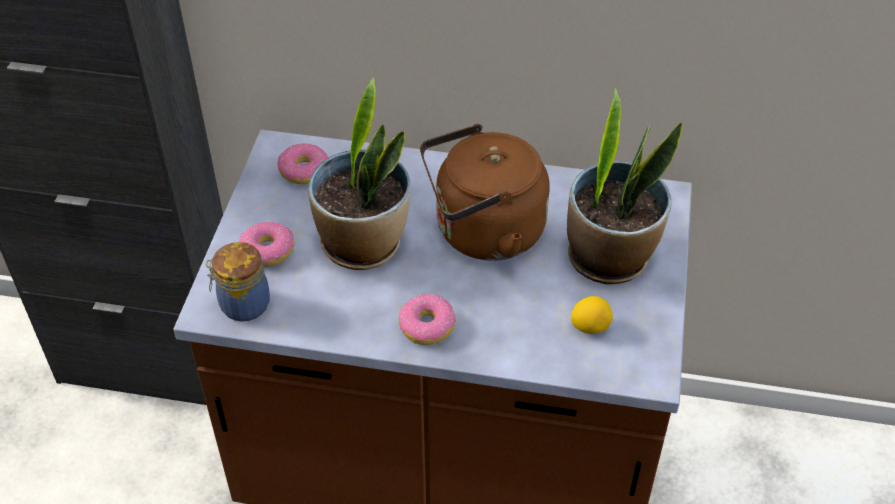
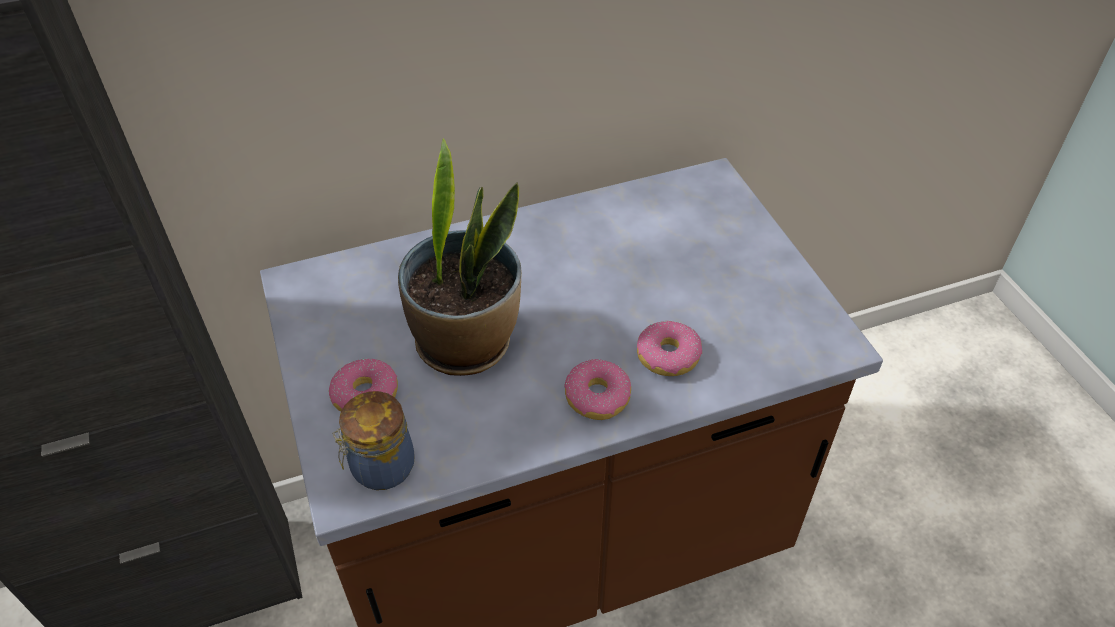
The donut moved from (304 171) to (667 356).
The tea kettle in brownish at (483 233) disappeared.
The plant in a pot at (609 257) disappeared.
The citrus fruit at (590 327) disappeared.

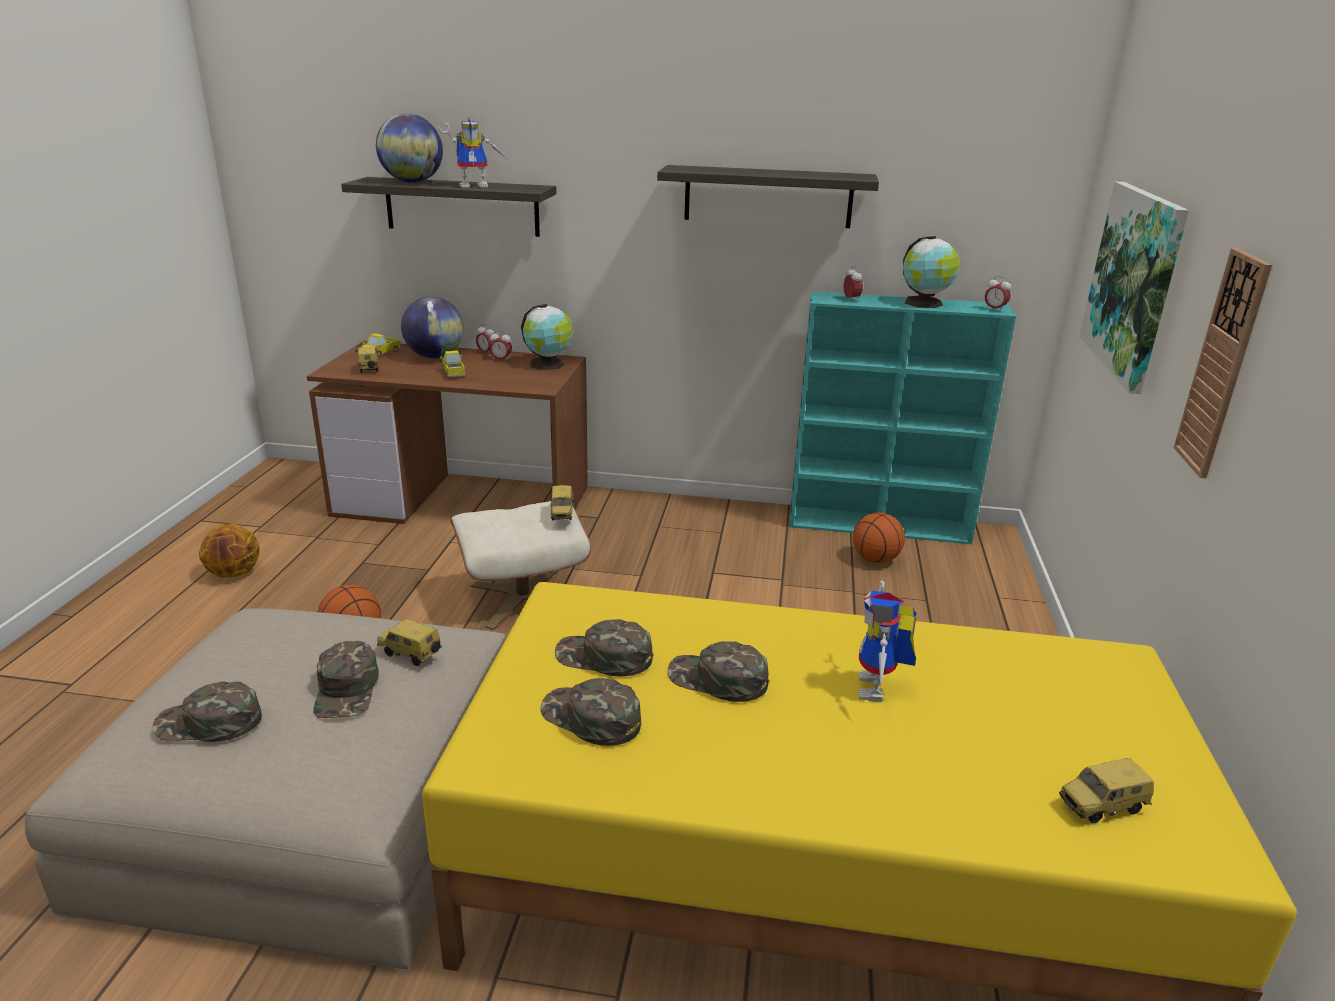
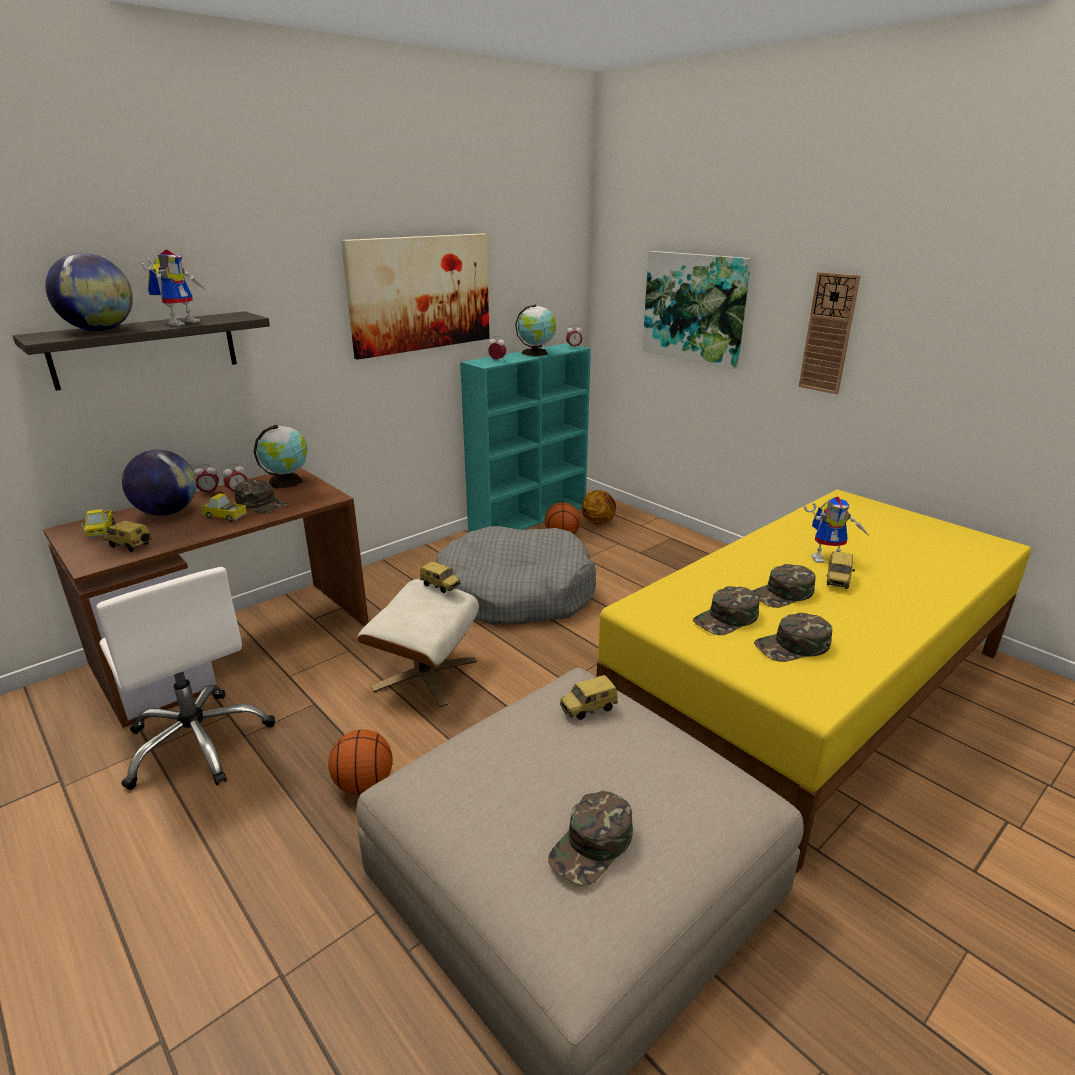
The office chair in whitish at (198 742) appeared.
The baseball cap in green-coloured moved from (347 690) to (262 504).
The shelf at (768 196) was replaced by the wall picture at (420 293).
The dog bed in greyish at (515 593) appeared.
The ball for basketball moved from (234 574) to (598 522).
The model robot at (879 690) turned 45 degrees counterclockwise.
The miniature car moved from (1102 808) to (838 581).

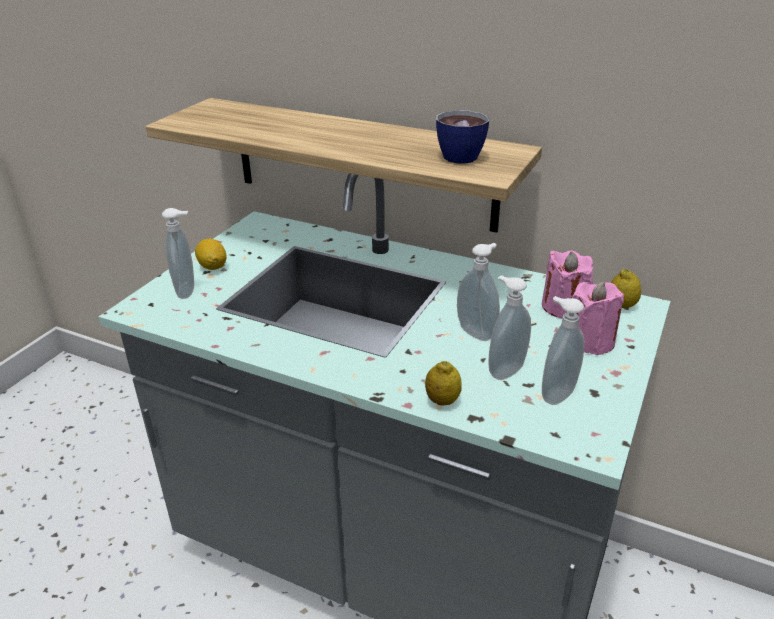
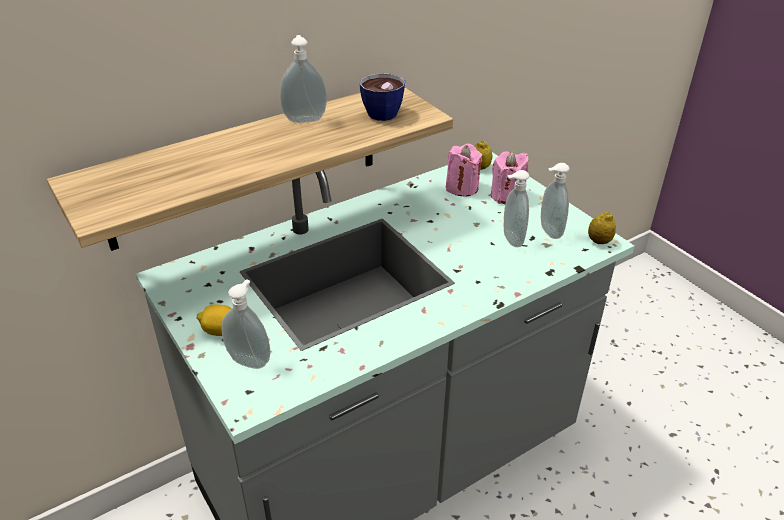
The soap bottle moved from (478 332) to (305 119).
The citrus fruit moved from (442 400) to (599 241).

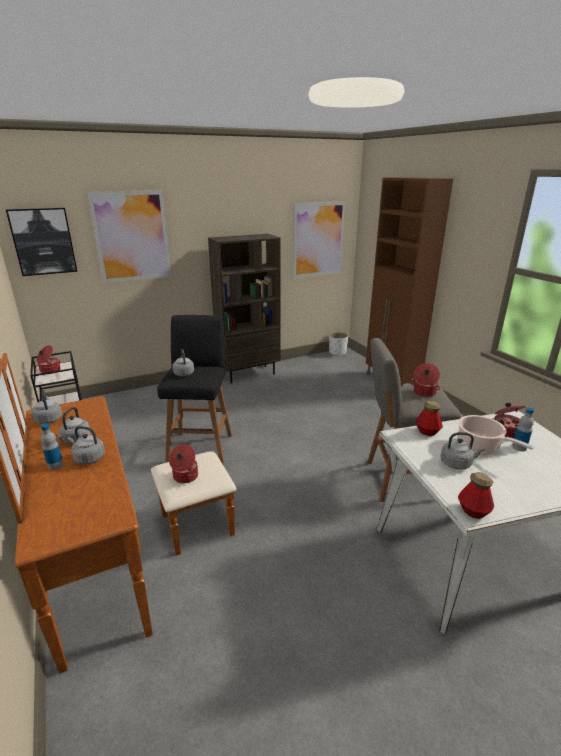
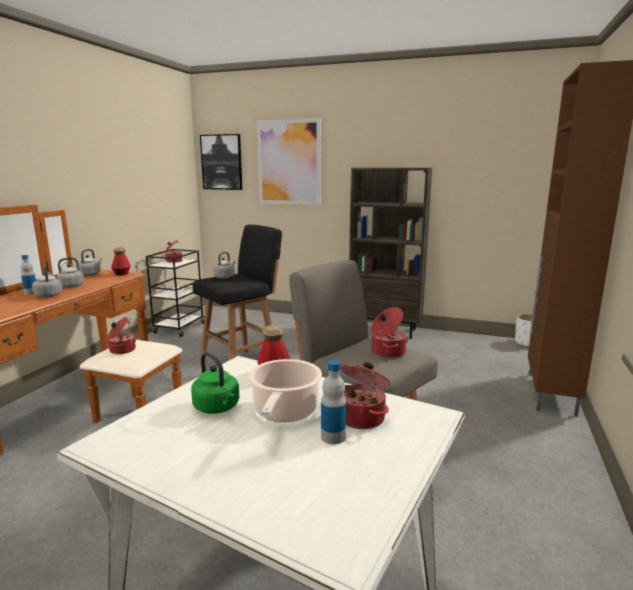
The beverage bottle moved from (473 511) to (121 274).
The tea kettle in greyish at (457 463) became the tea kettle in green-coloured at (218 408).
The wall picture at (318 239) disappeared.

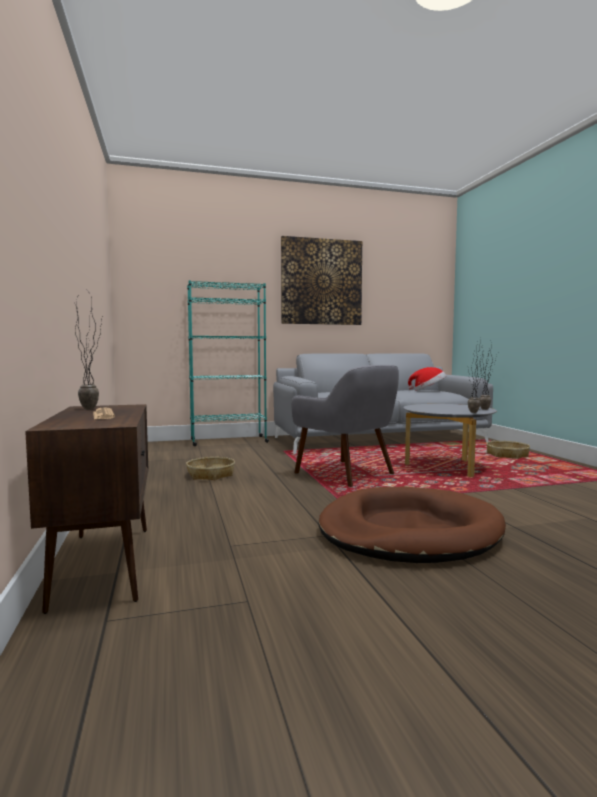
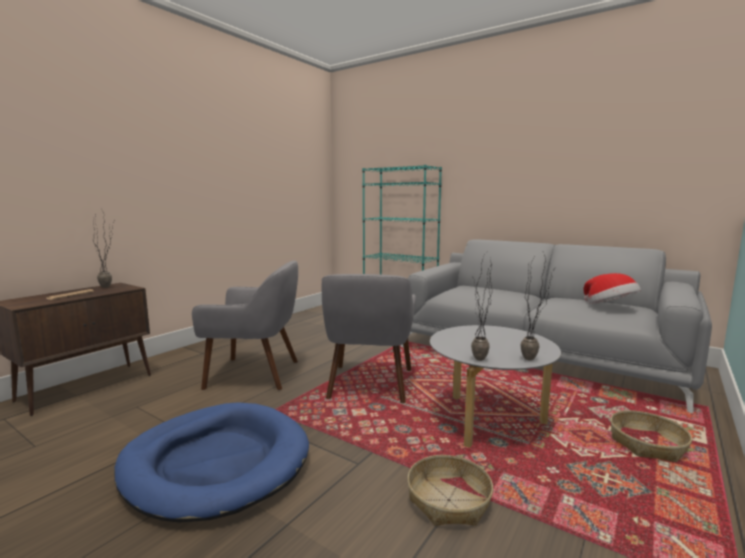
The dog bed in brownish at (408 532) became the dog bed in blue-coloured at (216 463).
The easy chair in greyish at (255 374) appeared.
The basket moved from (211 475) to (449 500).
The wall picture at (321 282) disappeared.

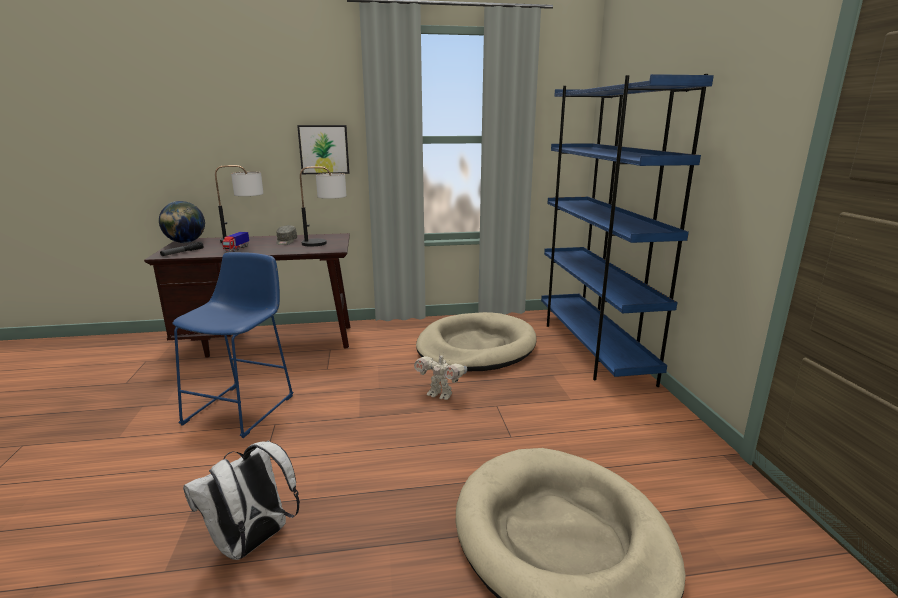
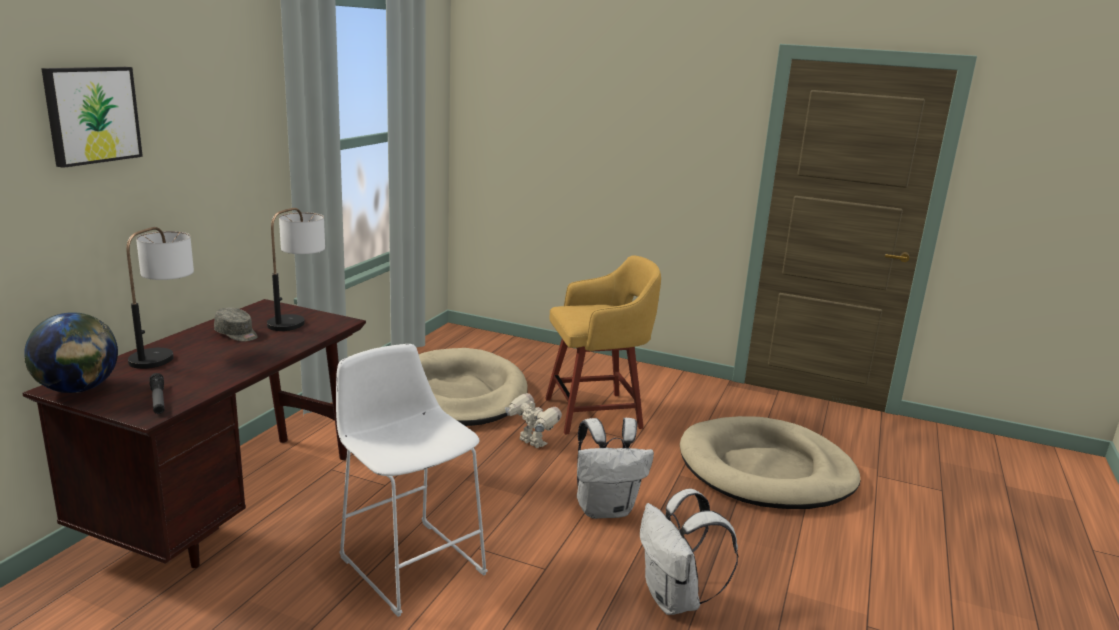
The wall picture moved from (324 149) to (91 115).
The sitting stool in blue-coloured at (244 407) became the sitting stool in whitish at (409 561).
The model robot at (440 394) turned 105 degrees counterclockwise.
The sitting stool in yellow at (596 413) appeared.
The rucksack in whitish at (606 509) appeared.
The toy truck at (236 249) disappeared.
The bookshelf in blue-coloured at (592 348) disappeared.

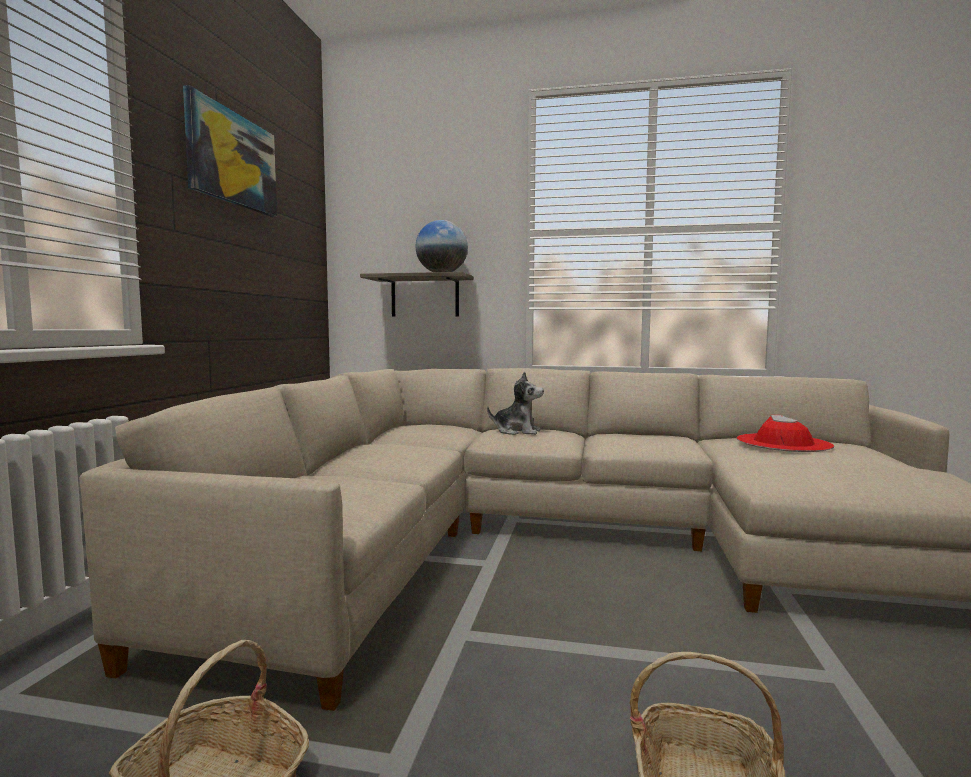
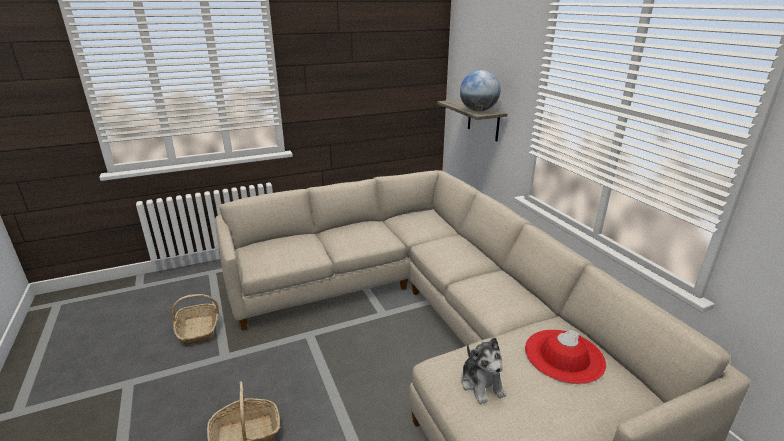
The soft toy moved from (517 431) to (481 384).
The wall picture at (232 159) disappeared.

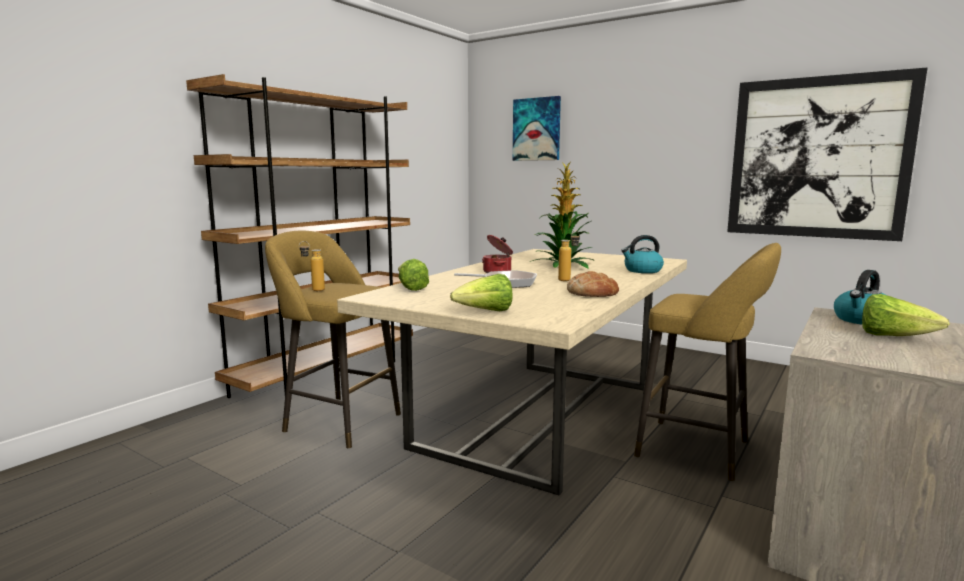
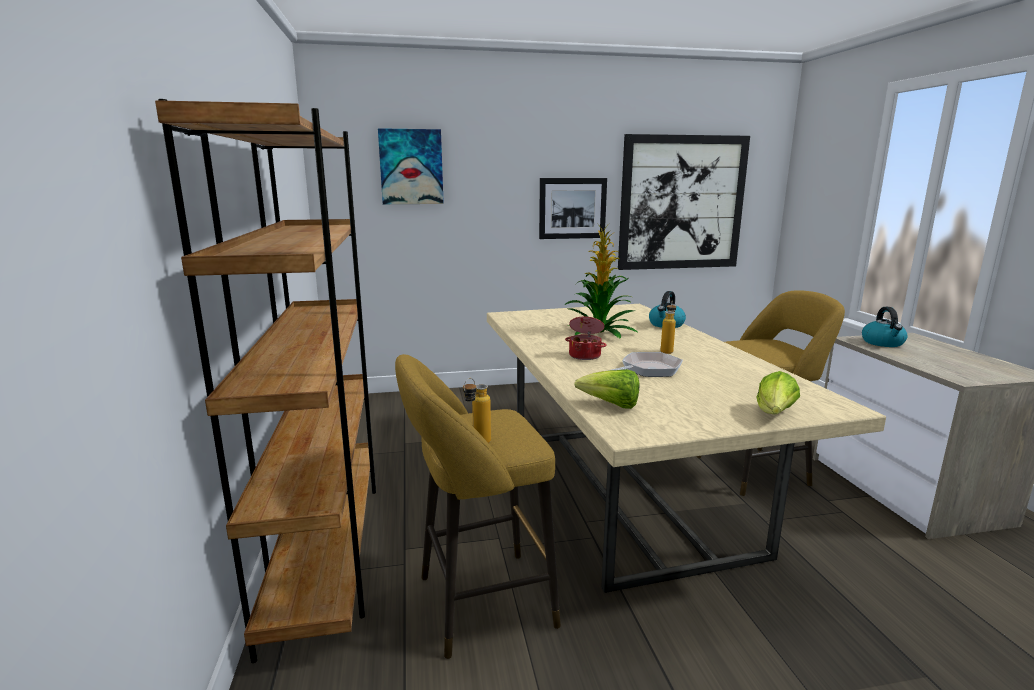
The wall picture at (572 208) appeared.
The baked bread at (592 293) disappeared.
The lettuce at (893 337) disappeared.

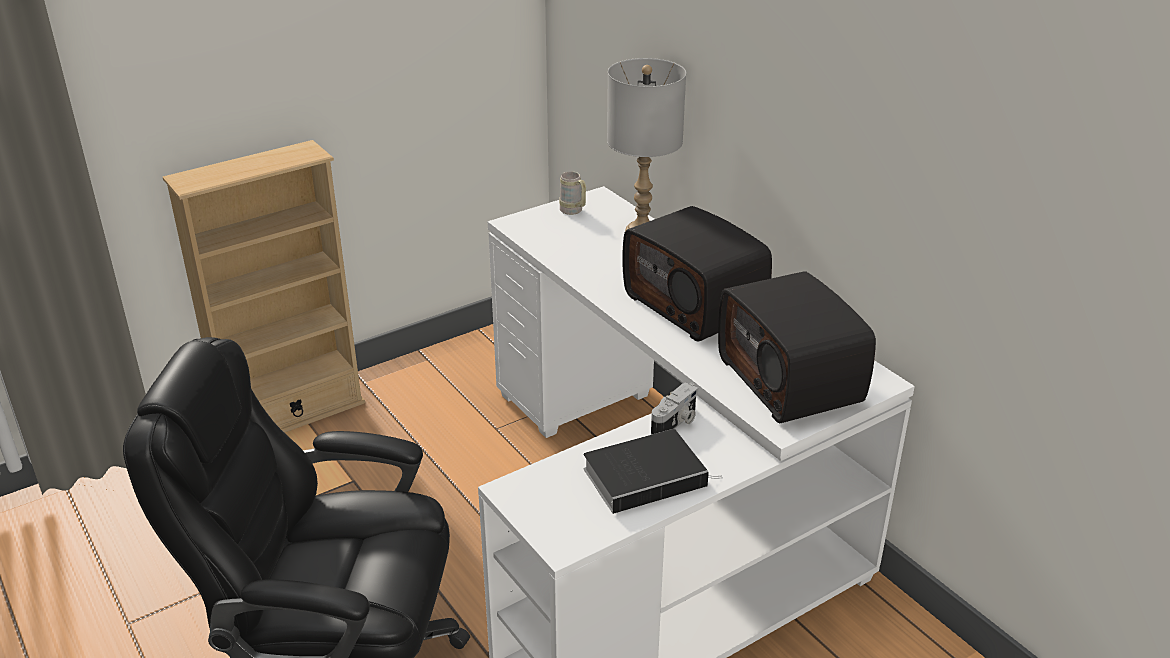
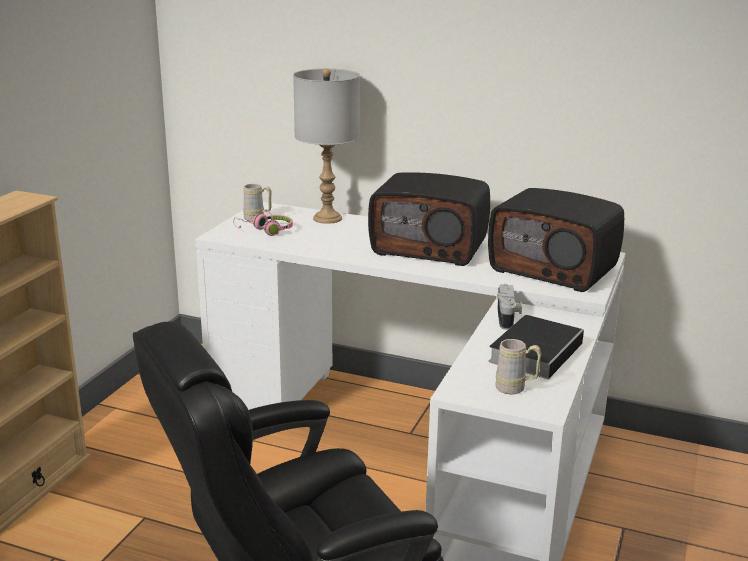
The headphones in pink at (266 231) appeared.
The tea mug in beige at (516 388) appeared.

